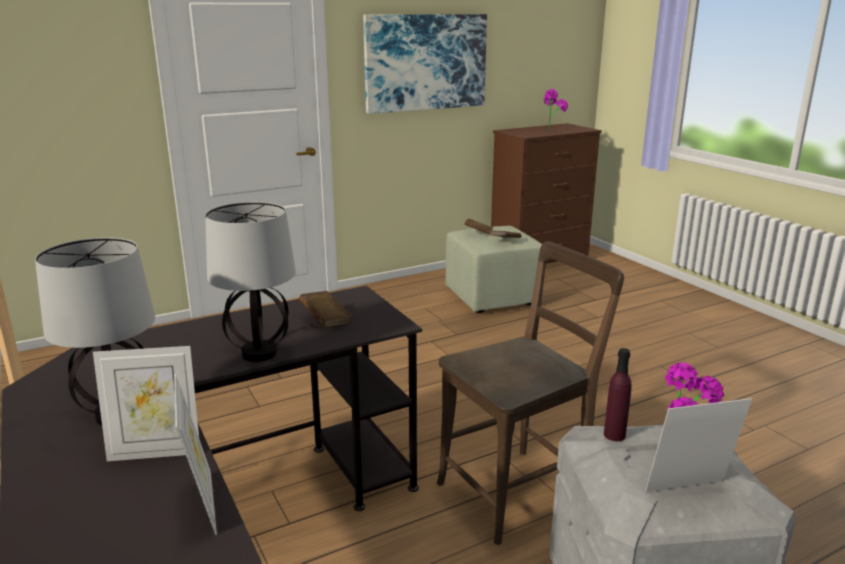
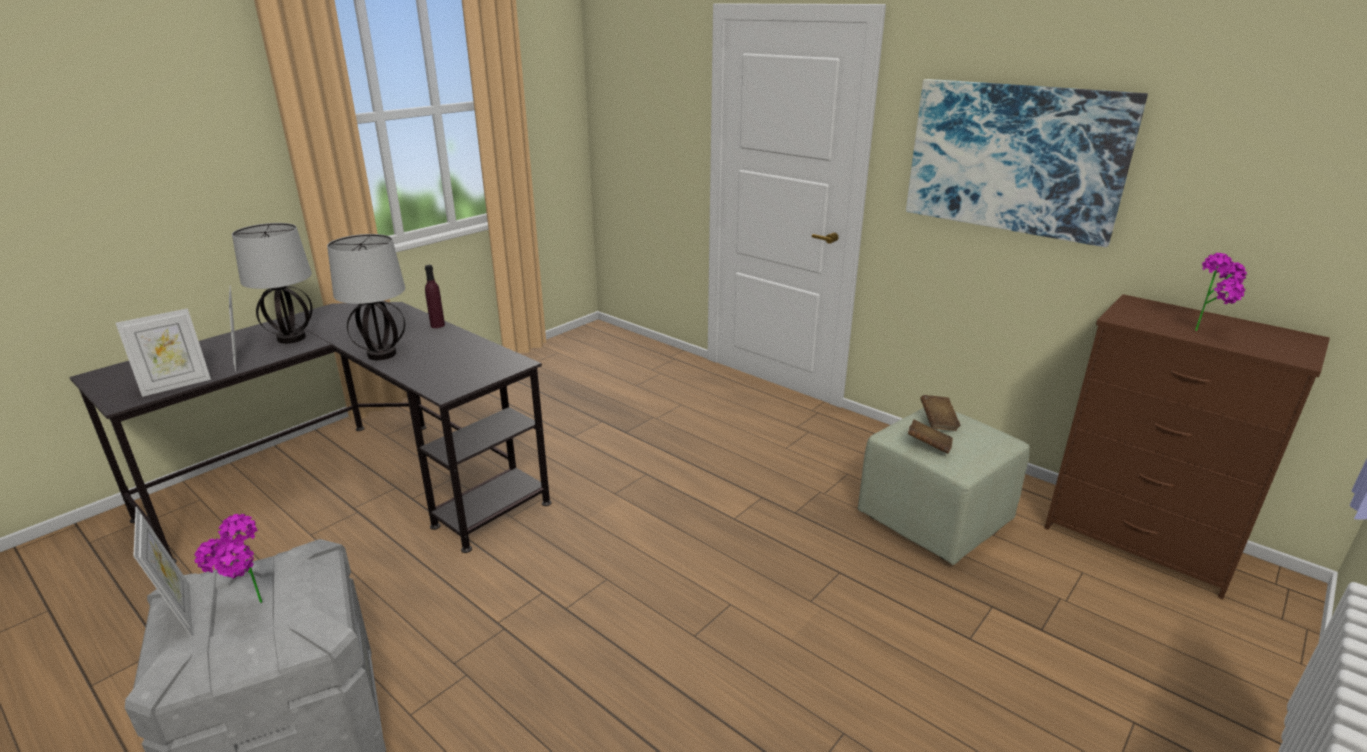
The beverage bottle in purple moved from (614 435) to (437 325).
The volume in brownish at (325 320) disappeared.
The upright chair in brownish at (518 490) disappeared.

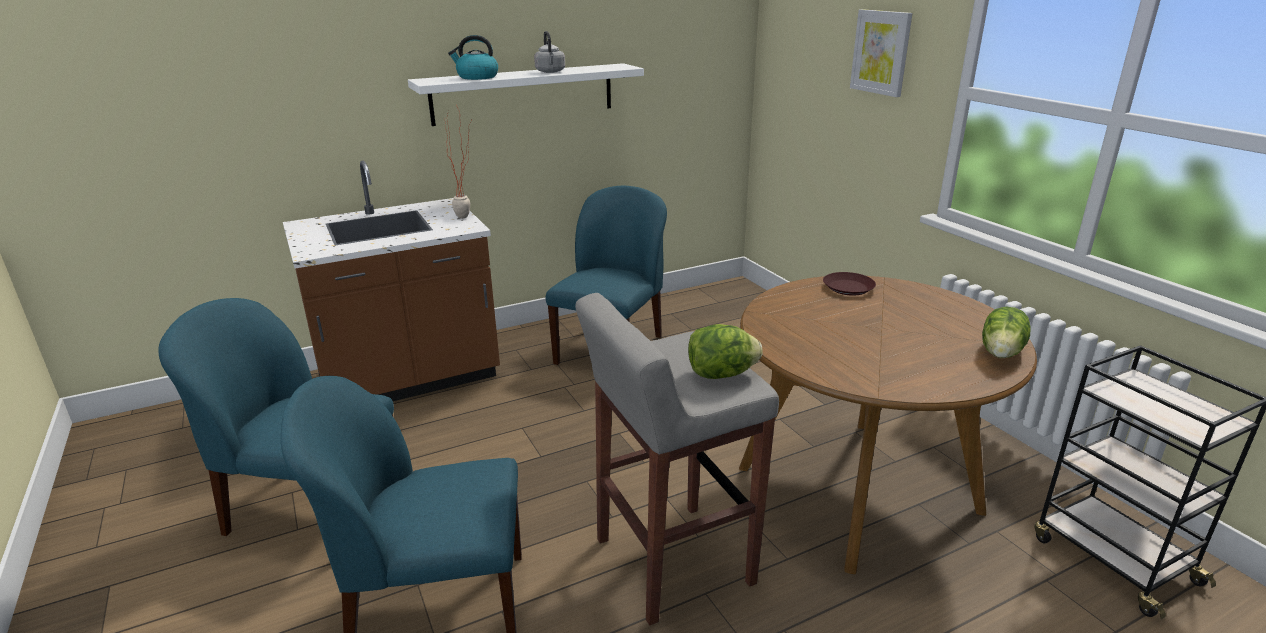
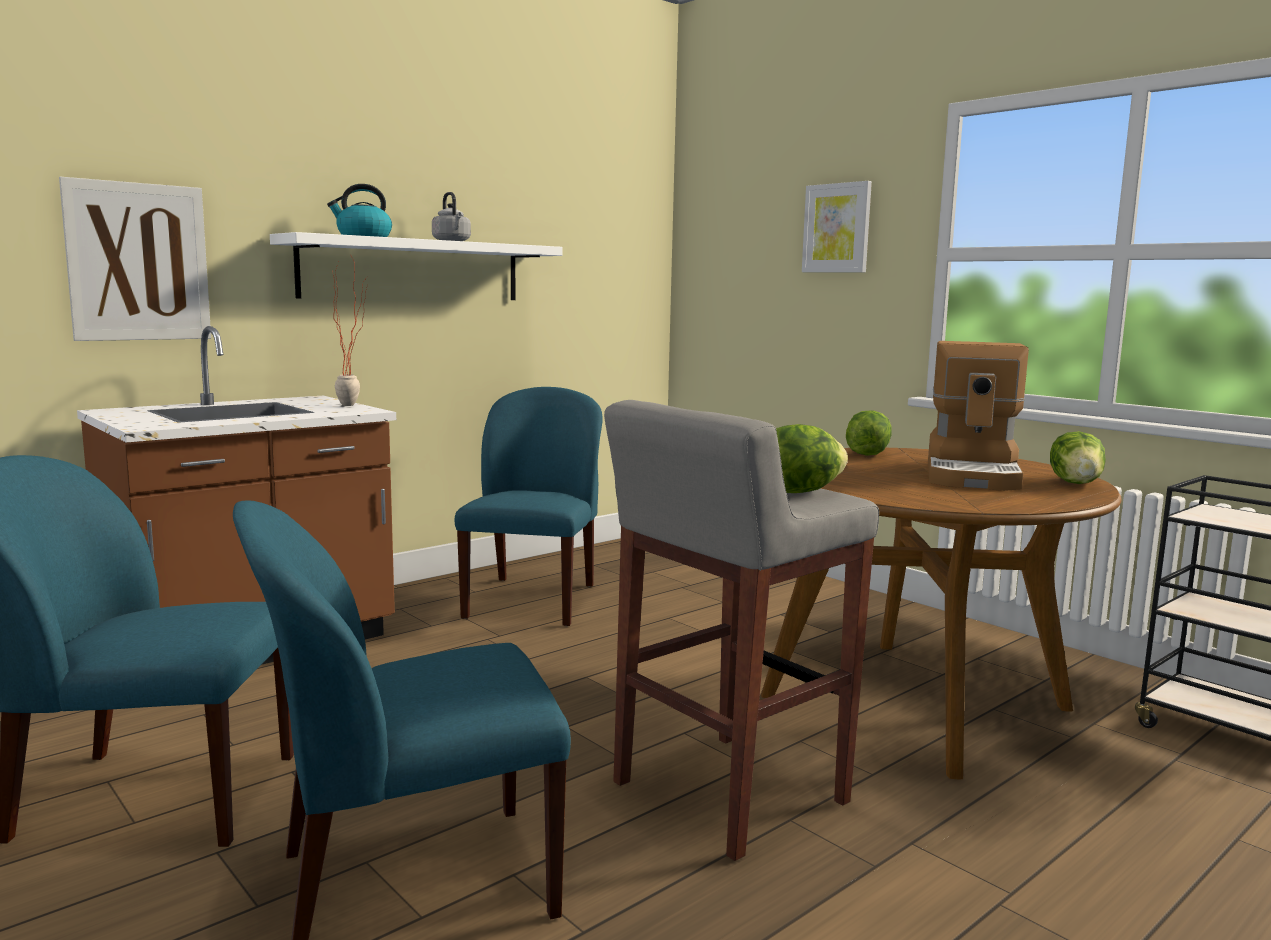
The wall picture at (138 262) appeared.
The plate in brownish at (847 288) was replaced by the lettuce at (866 454).
The coffee machine at (973 474) appeared.

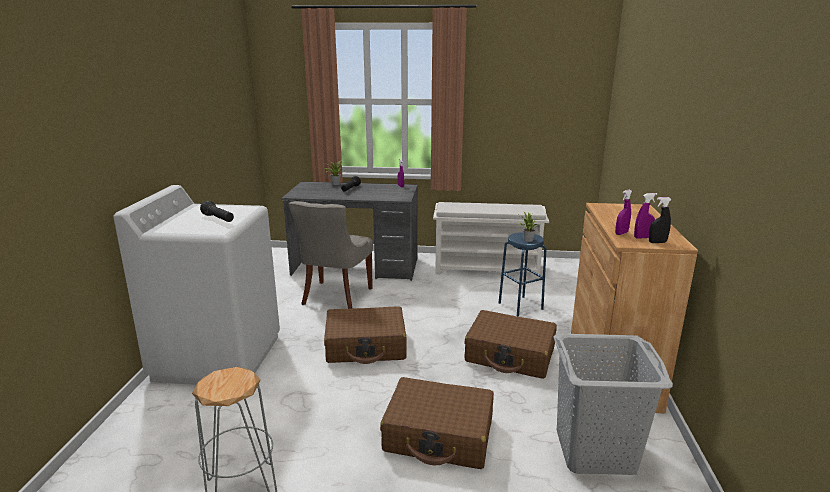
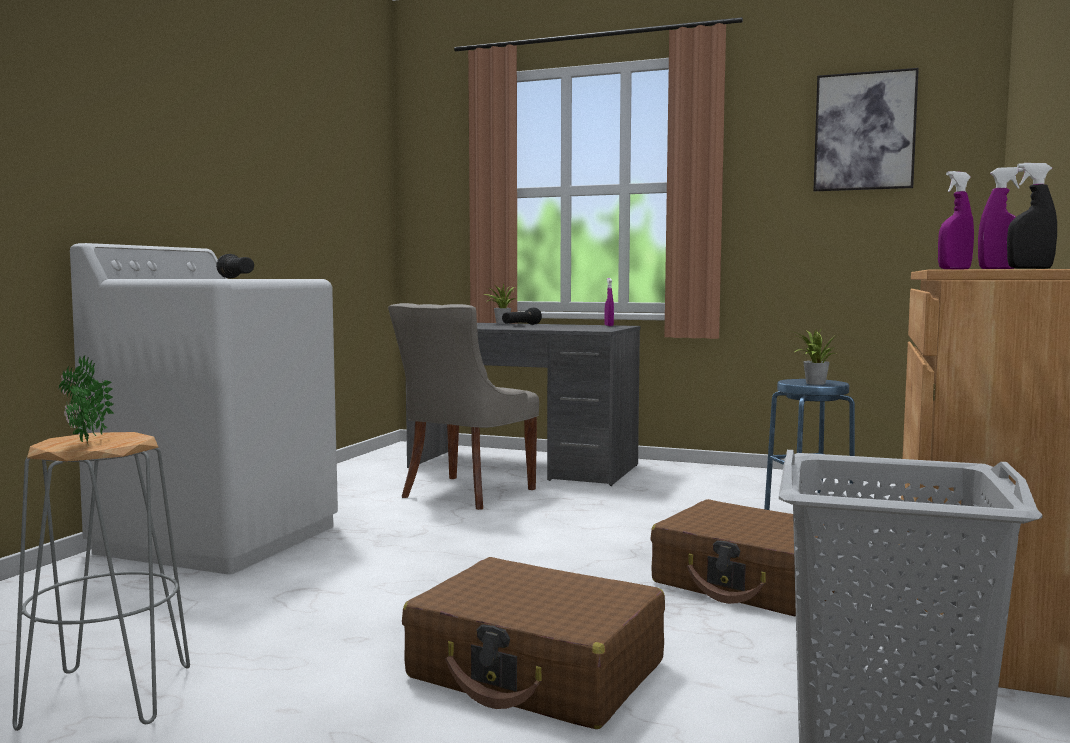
The plant in a pot at (85 444) appeared.
The wall picture at (864 131) appeared.
The piece of luggage in brownish at (366 346) disappeared.
The shoe rack in whitish at (487 268) disappeared.

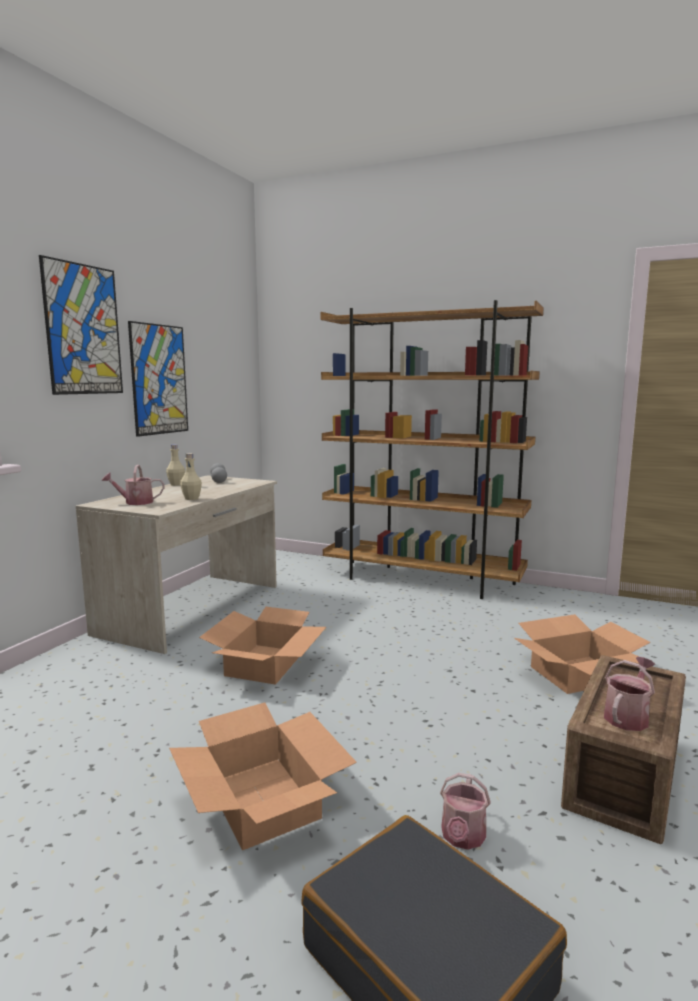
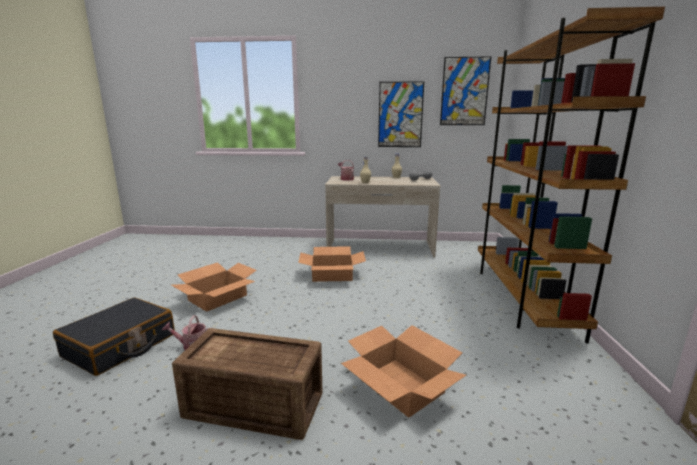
The wall picture moved from (83 330) to (464 91).
The watering can at (628 716) disappeared.

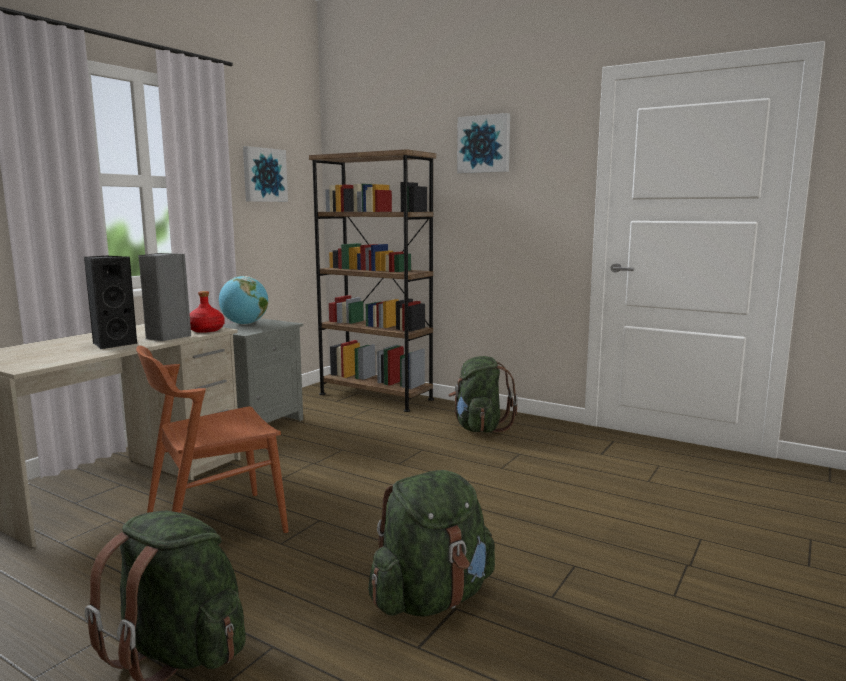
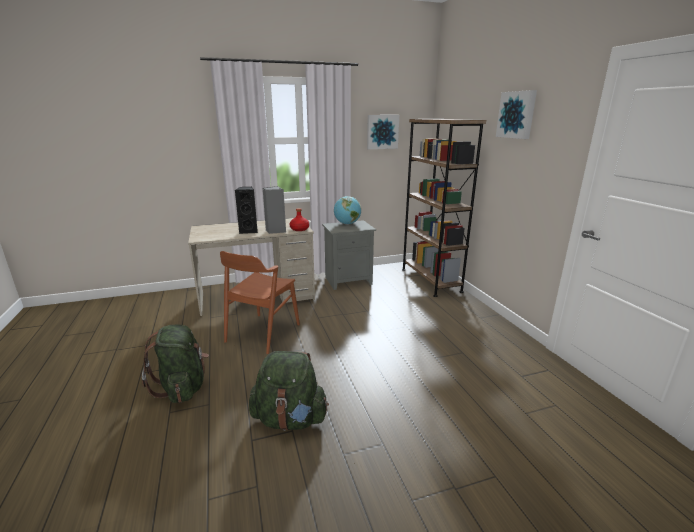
The upright chair in brownish at (215 526) turned 75 degrees counterclockwise.
The rucksack in green-coloured at (479 428) disappeared.

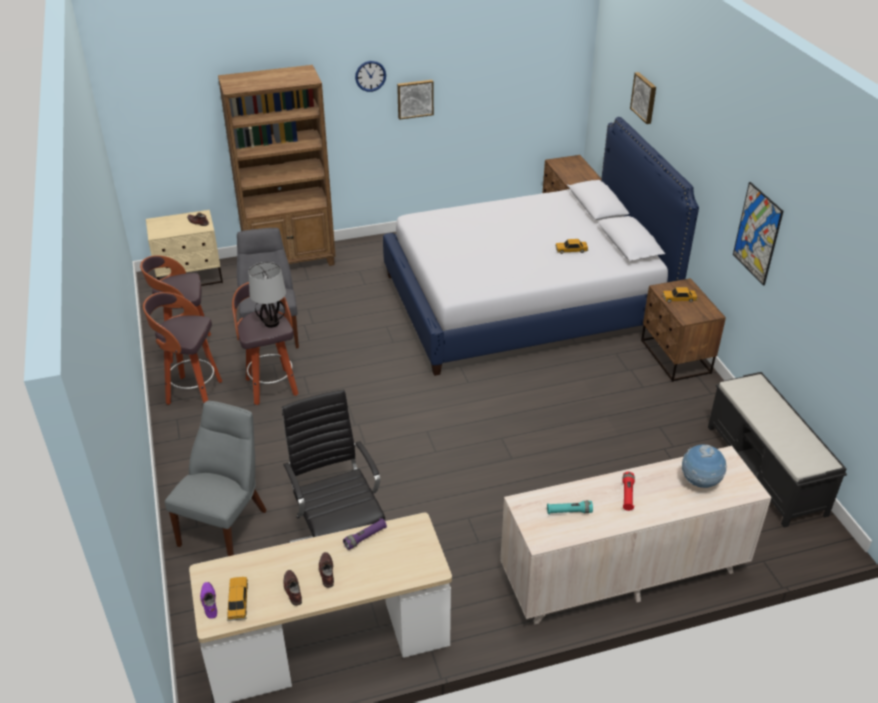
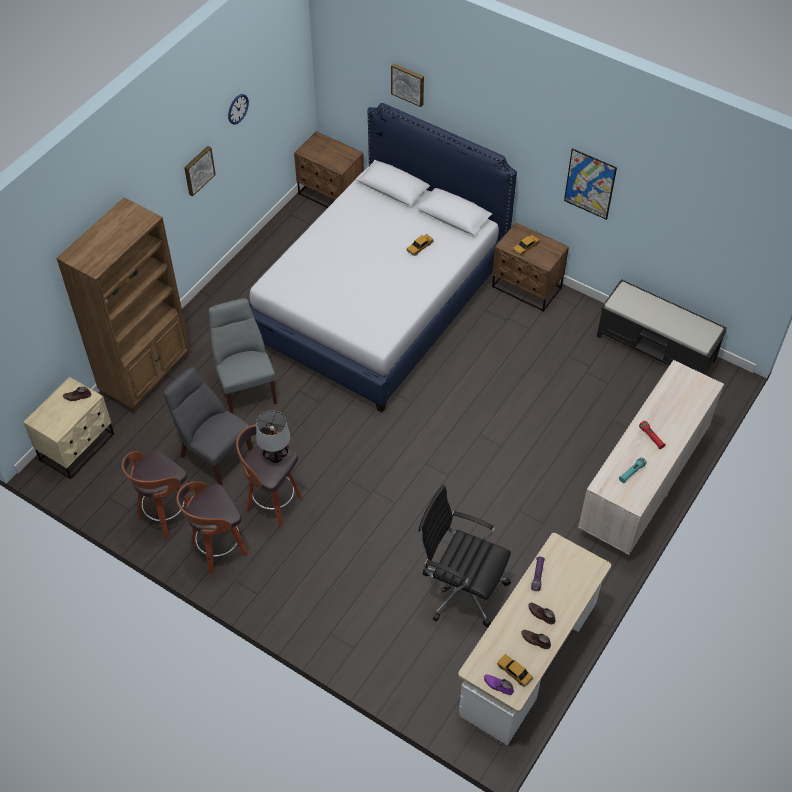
The upright chair in greyish moved from (226 525) to (245 386).
The clock on the wall moved from (370 76) to (238 109).
The world globe at (699 483) disappeared.

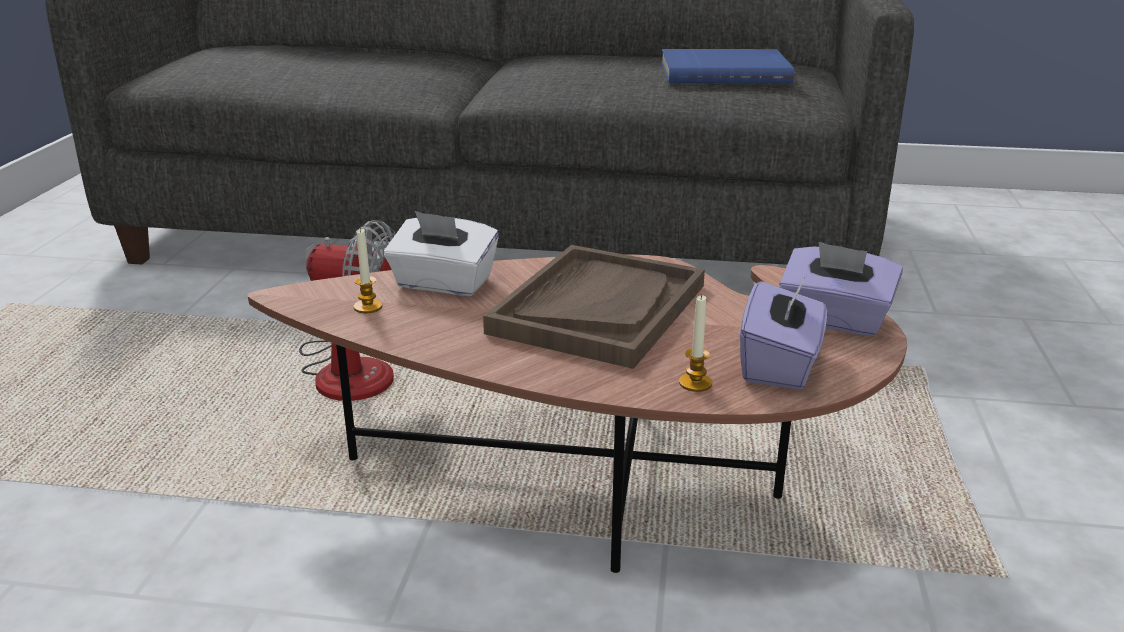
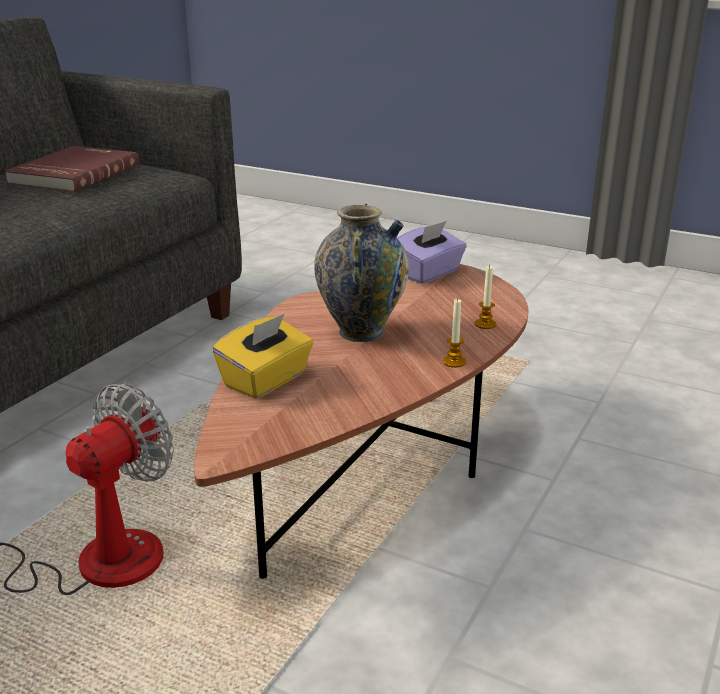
The volume in blue-coloured at (724 72) became the volume in reddish at (73 173).
The tissue holder in whitish at (443 284) became the tissue holder in yellow at (266 380).
The carrying tray in brownish at (598 308) was replaced by the flower vase at (361 332).
The candle moved from (368 307) to (454 362).
The tissue holder in purple at (780 365) disappeared.

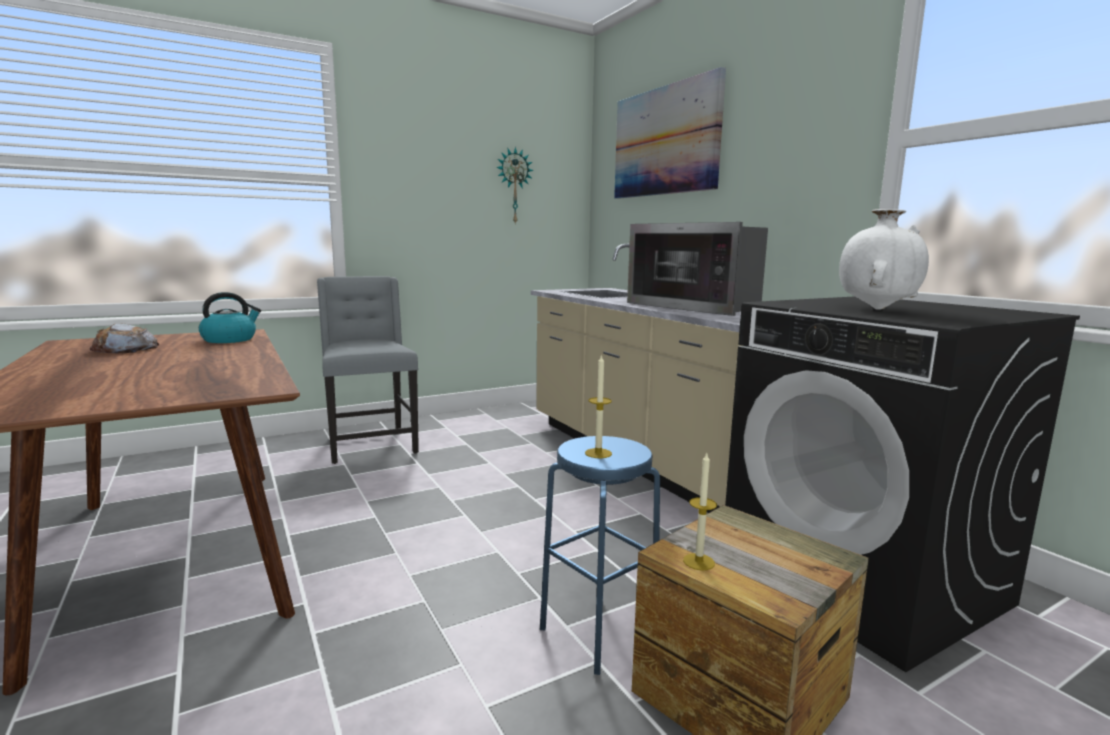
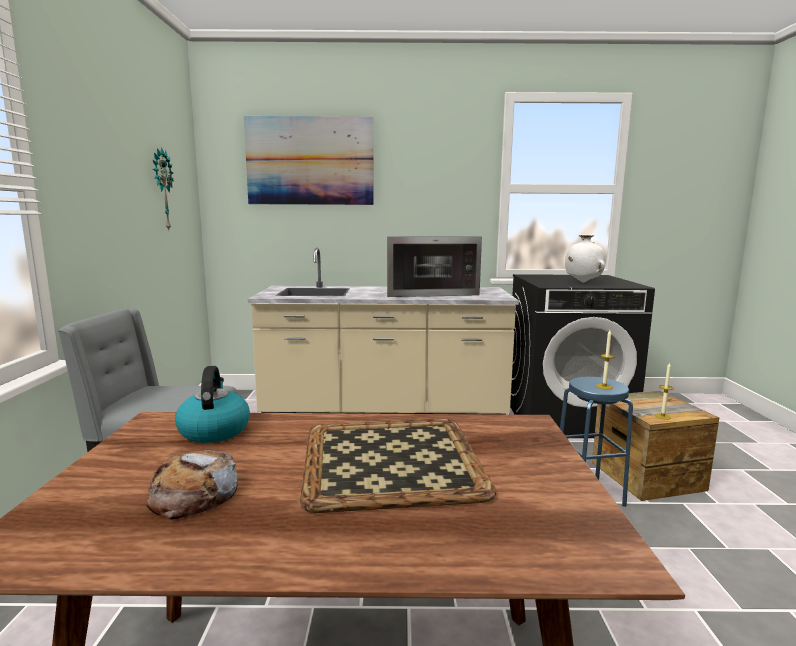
The carrying tray at (393 462) appeared.

